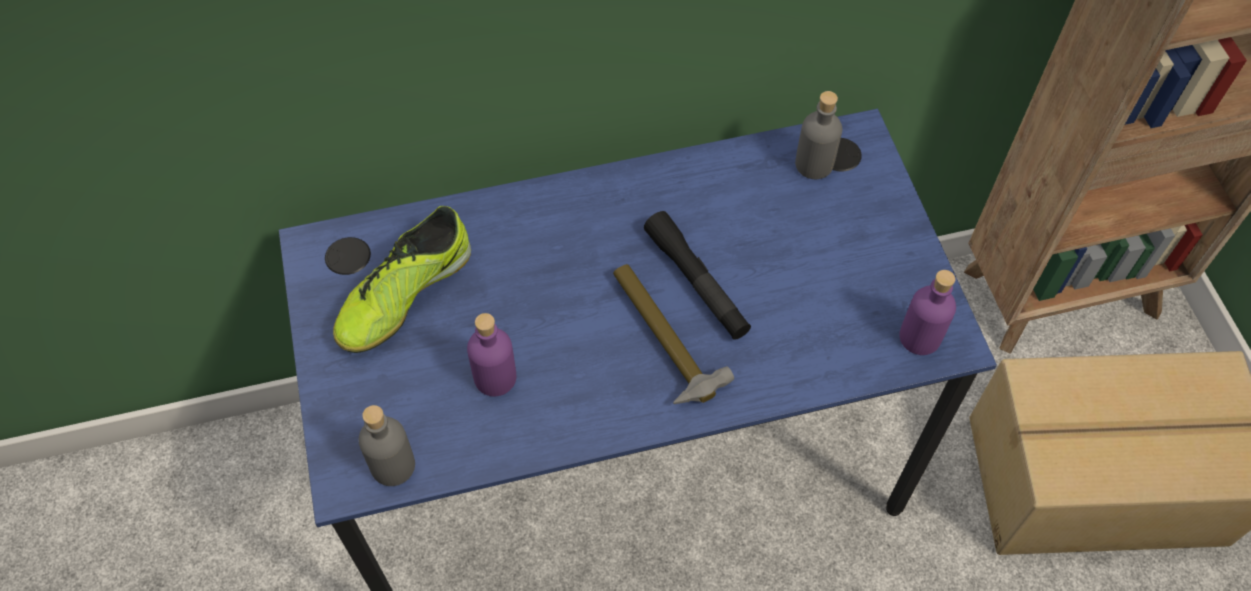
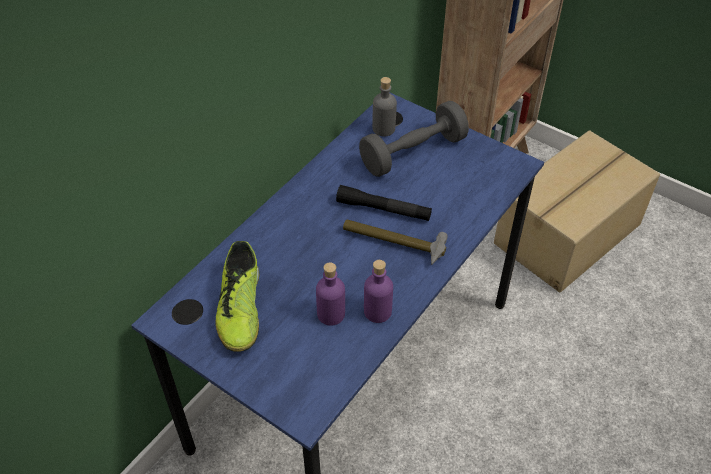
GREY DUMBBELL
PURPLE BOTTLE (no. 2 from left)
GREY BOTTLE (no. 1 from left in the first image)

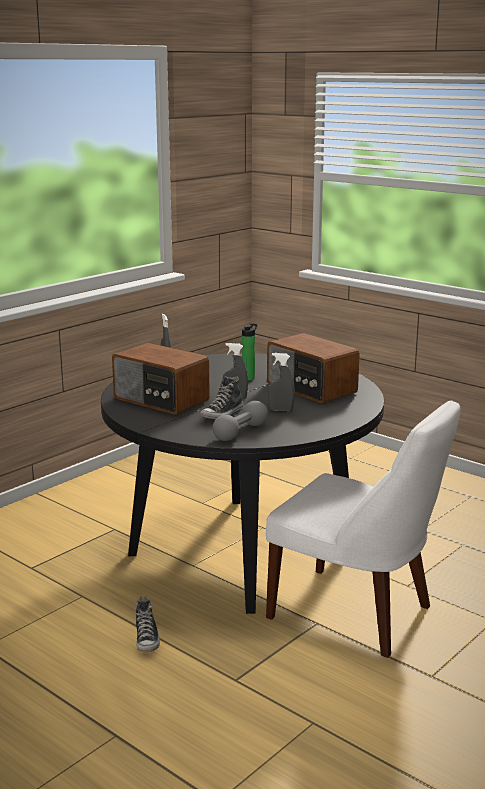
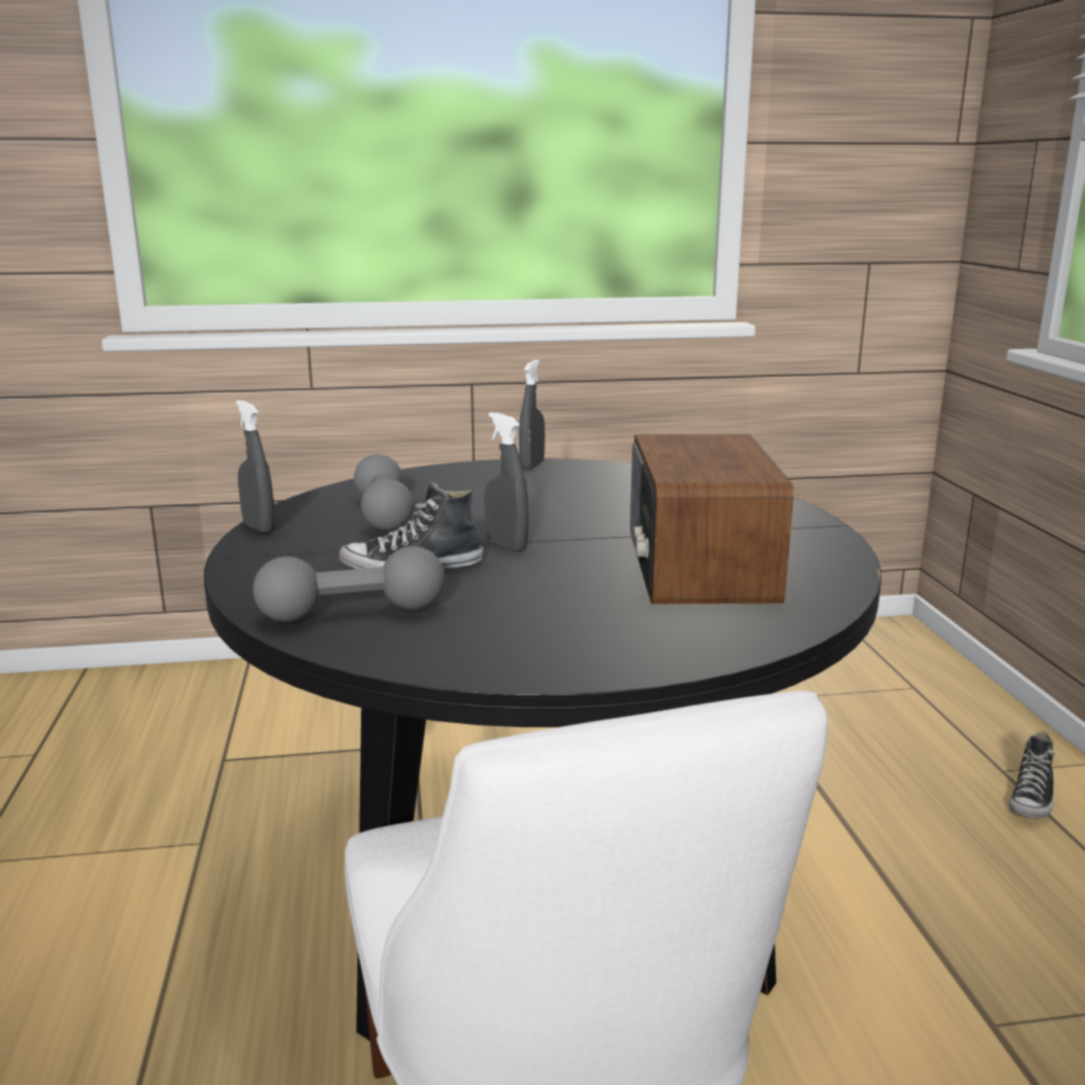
GREY SPRAY BOTTLE (no. 1 from left)
GREY DUMBBELL (no. 2 from left)
SHOE (no. 2 from left)
BOTTLE

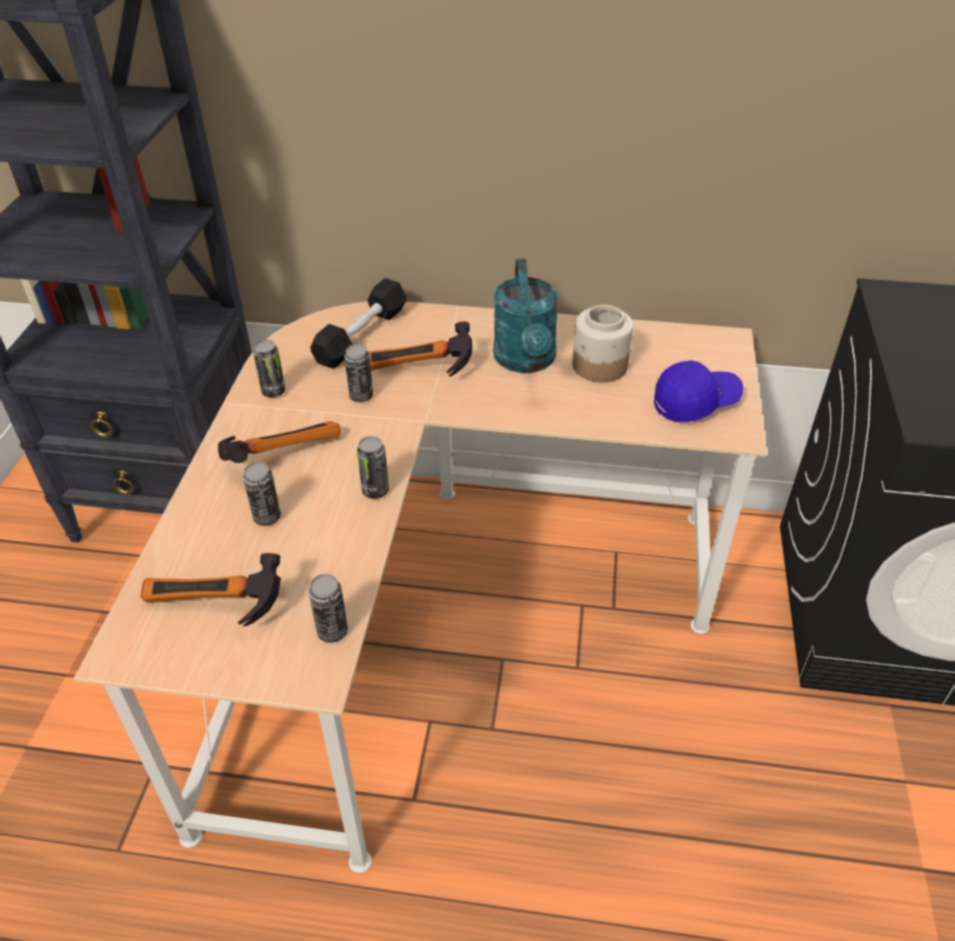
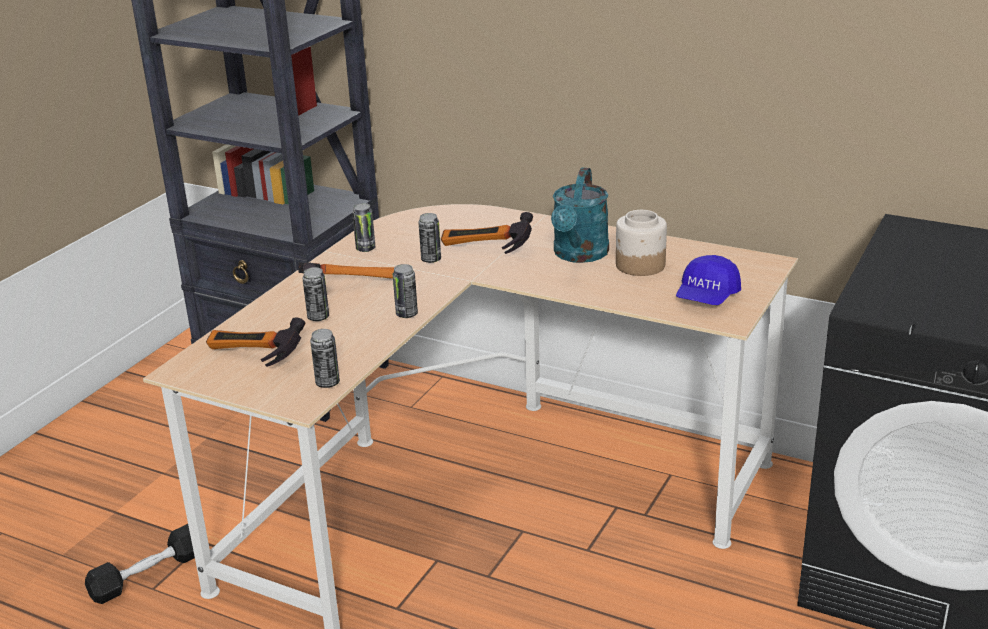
BLACK DUMBBELL
BLUE CAP

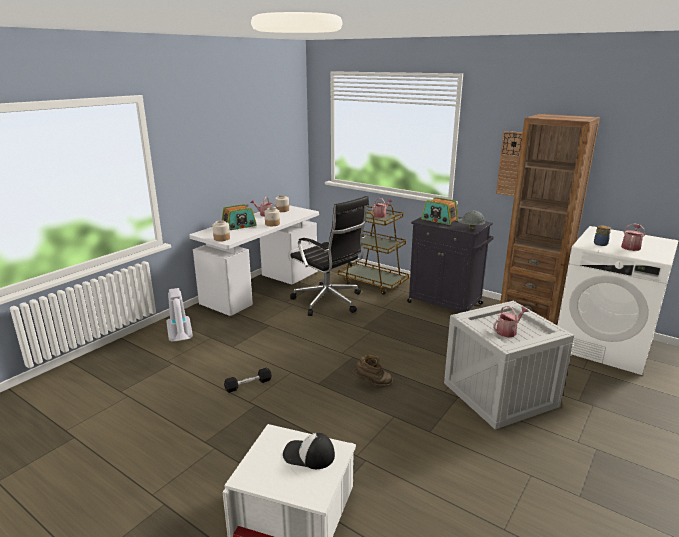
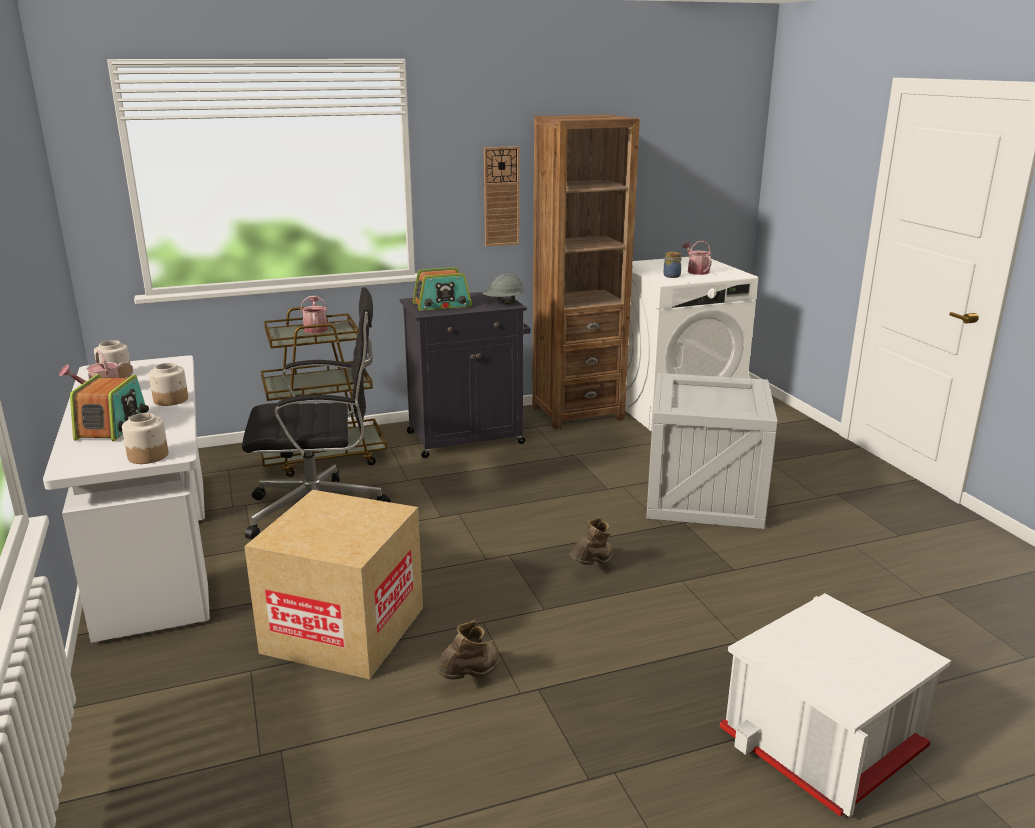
CARDBOARD BOX
BROWN BOOT (no. 1 from left)
VACUUM CLEANER
CAP
WATERING CAN (no. 3 from left in the first image)

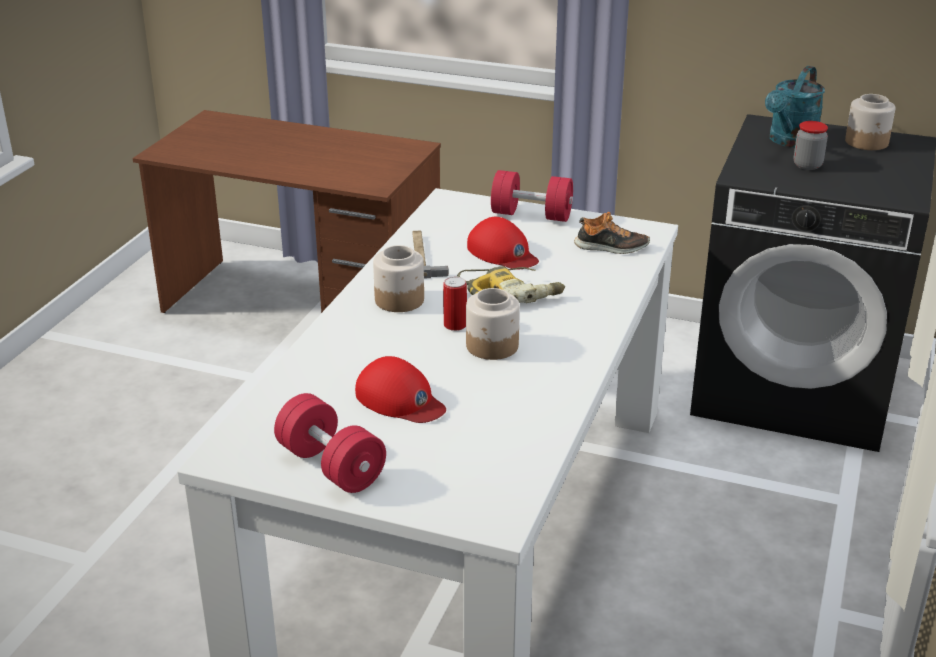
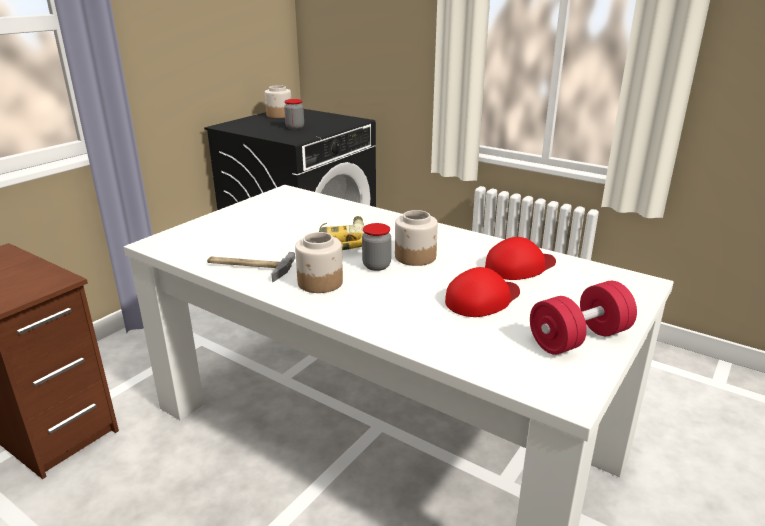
JAR (no. 4 from left)
RED CAP (no. 2 from left)
RED DUMBBELL (no. 2 from left in the first image)
SHOE
TURQUOISE WATERING CAN

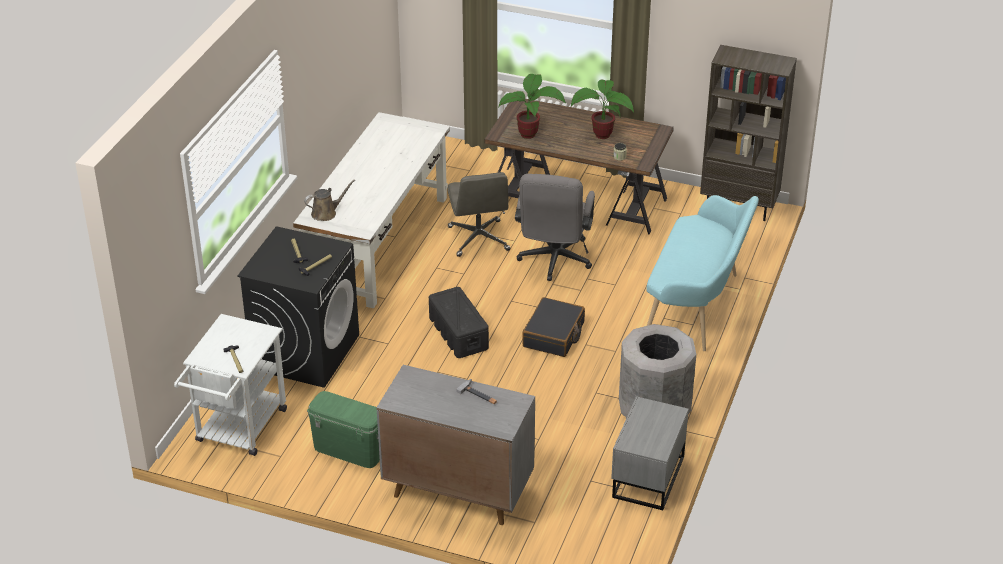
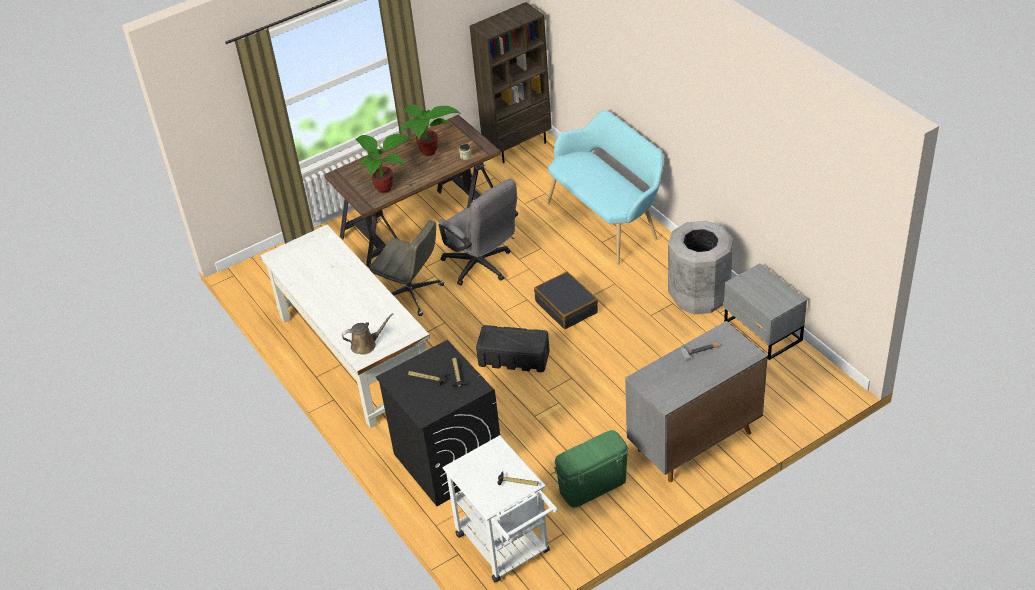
BROWN WATERING CAN

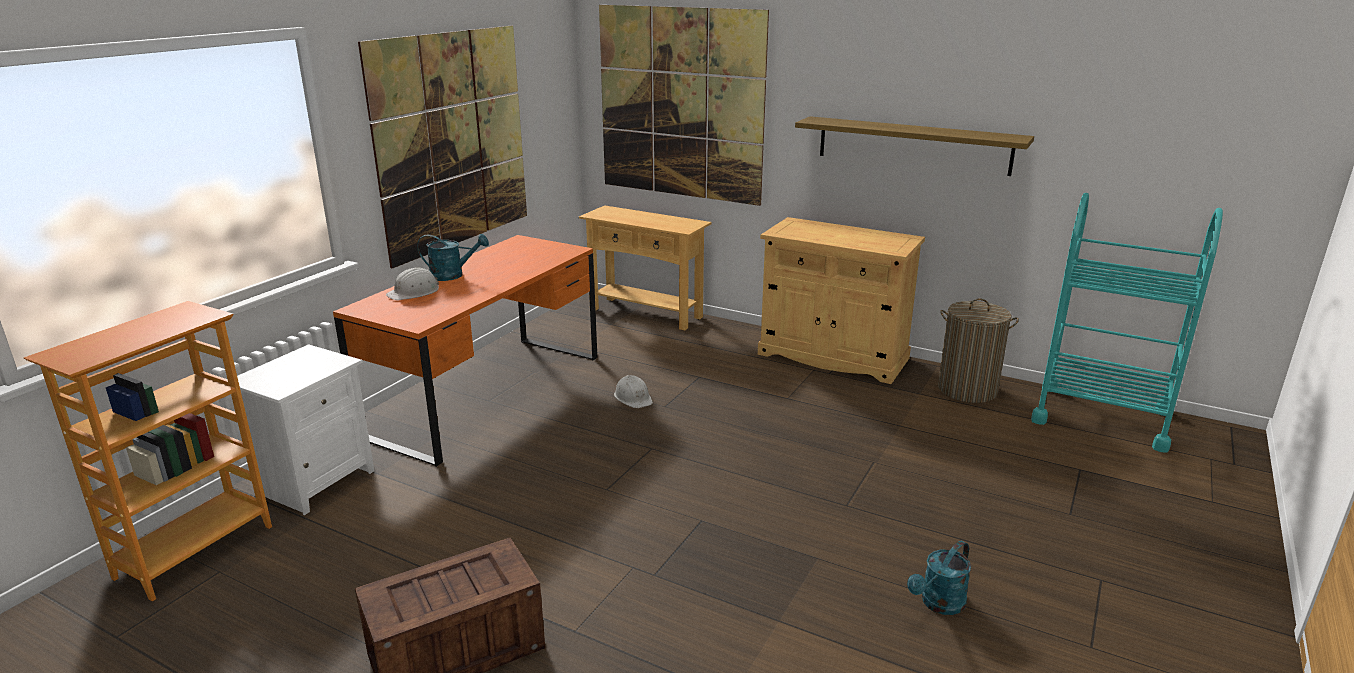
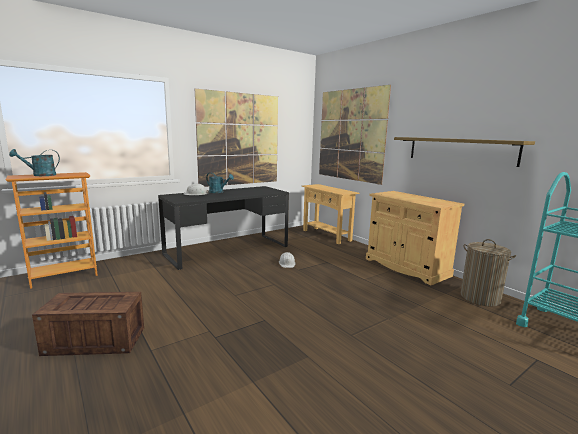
TURQUOISE WATERING CAN (no. 1 from left)
BLACK DESK
WHITE NIGHTSTAND

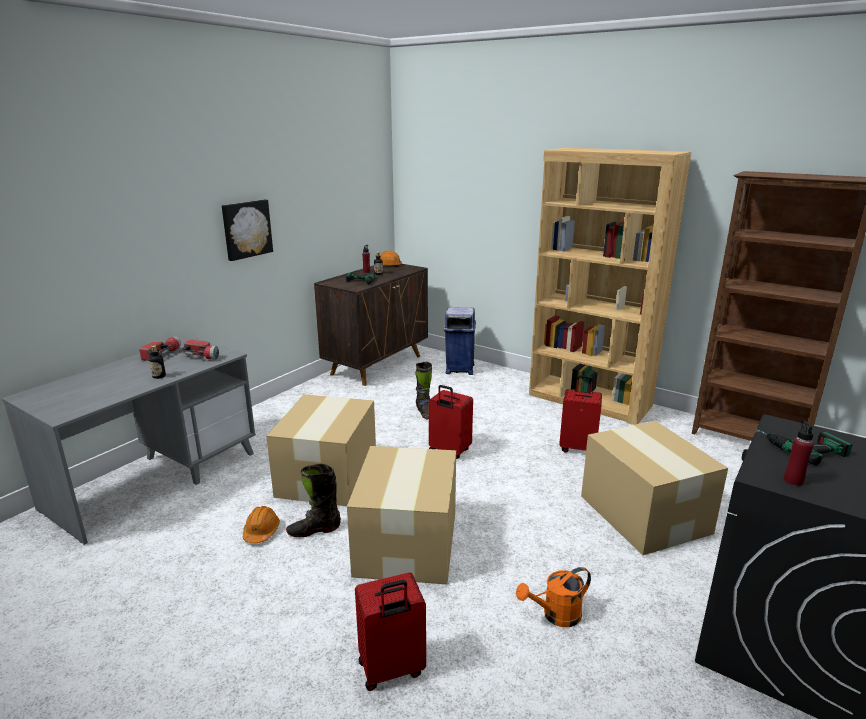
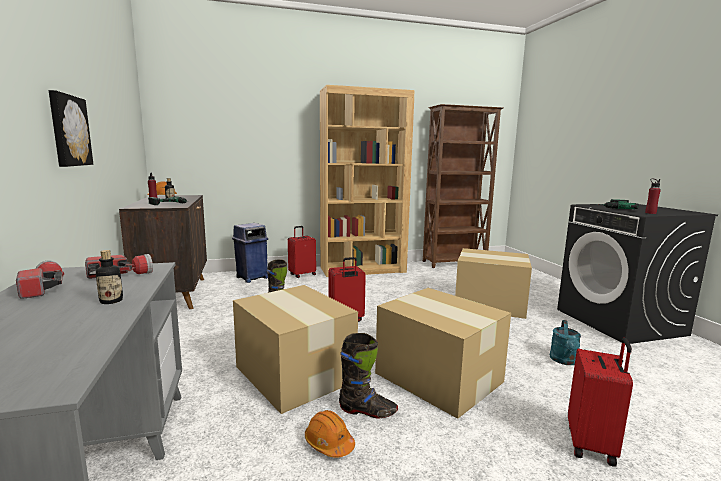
RED SUITCASE (no. 1 from left)
BLACK BOOT (no. 2 from left)
TURQUOISE WATERING CAN

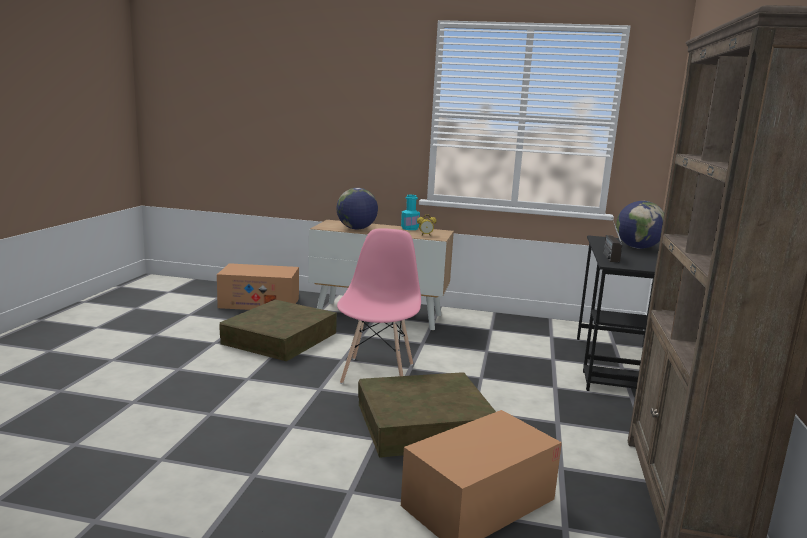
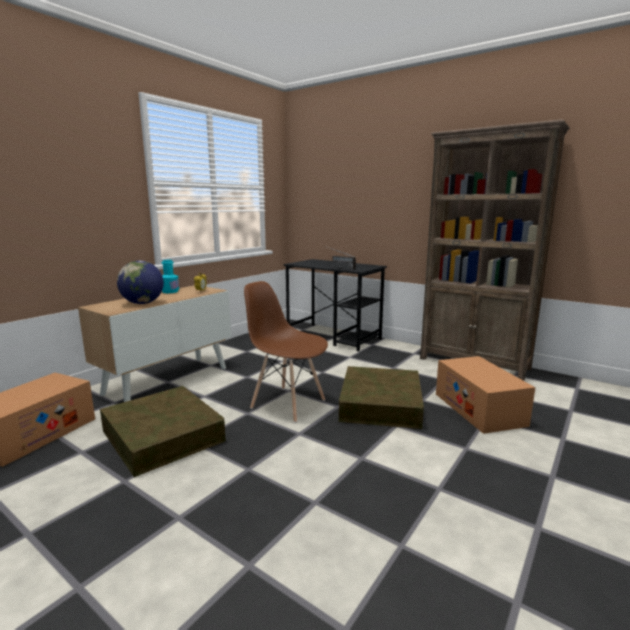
BROWN CHAIR
GLOBE (no. 2 from left in the first image)

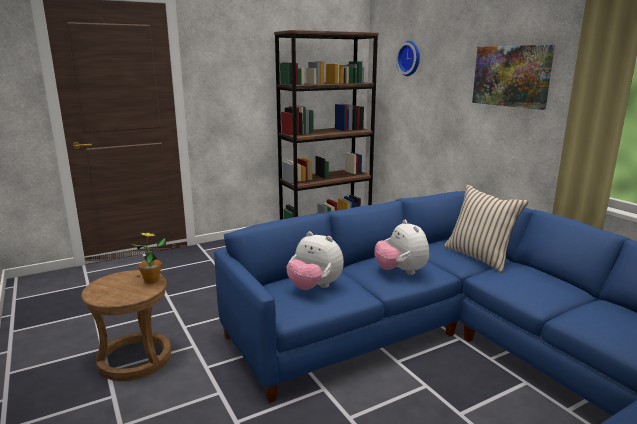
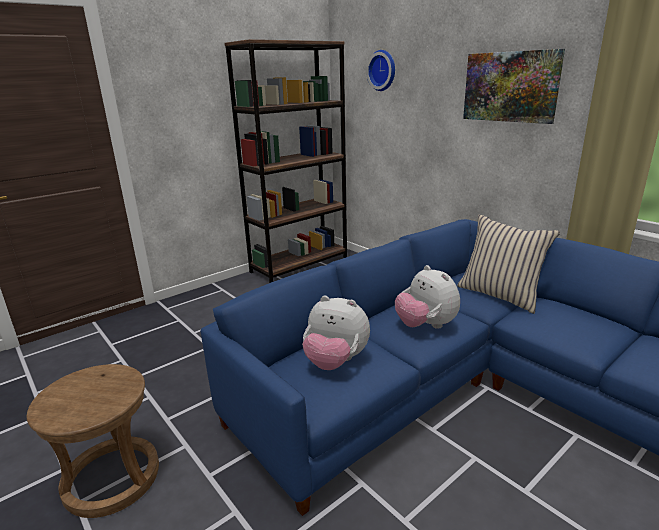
POTTED PLANT

